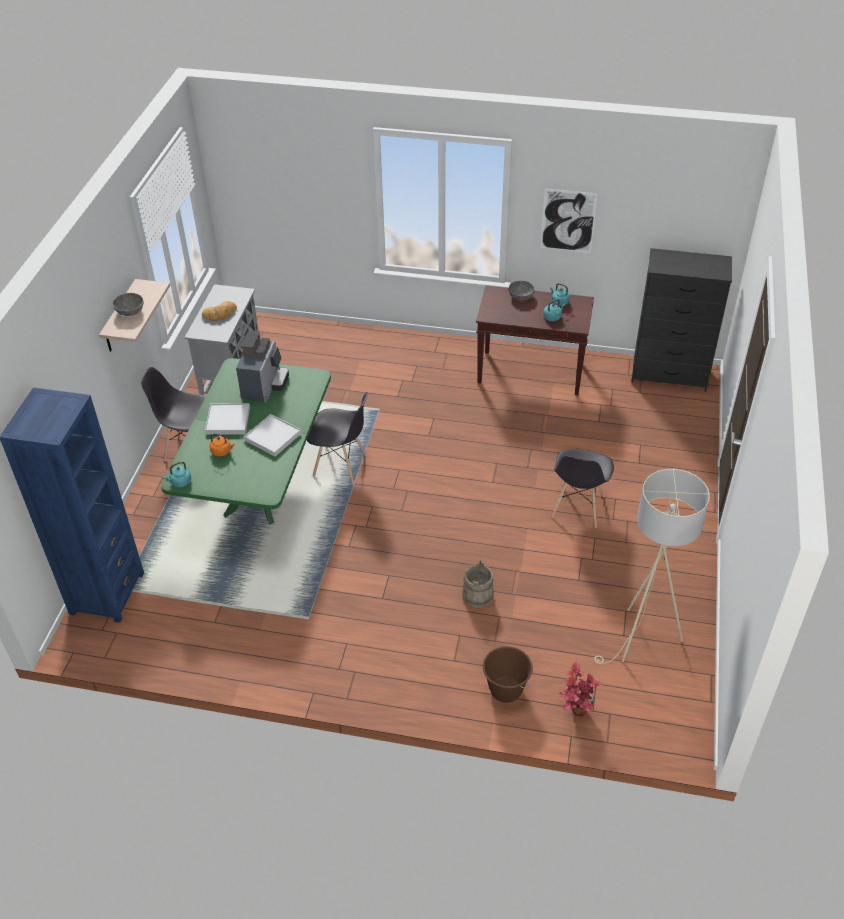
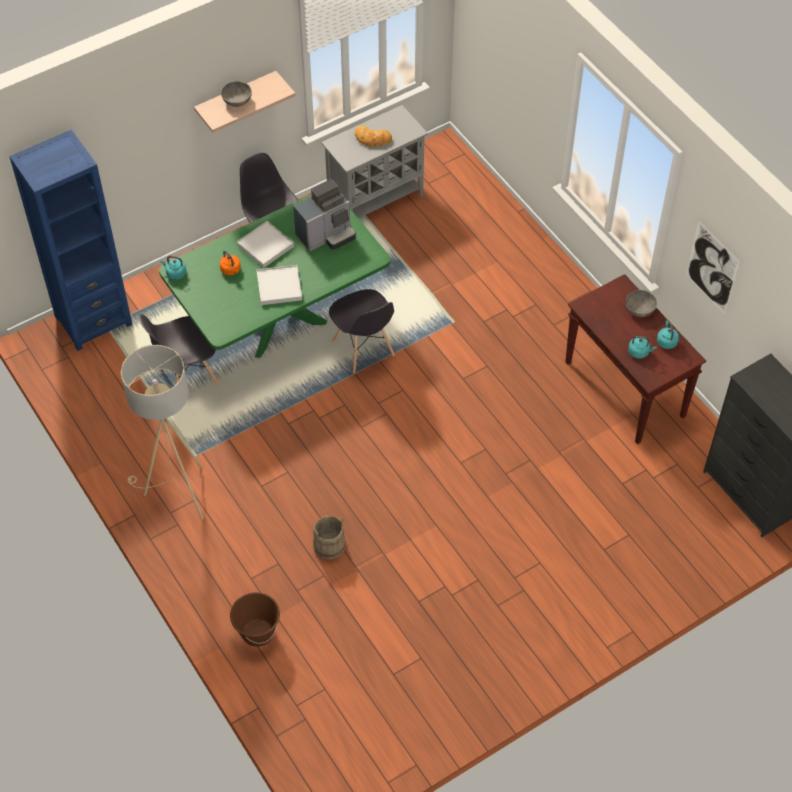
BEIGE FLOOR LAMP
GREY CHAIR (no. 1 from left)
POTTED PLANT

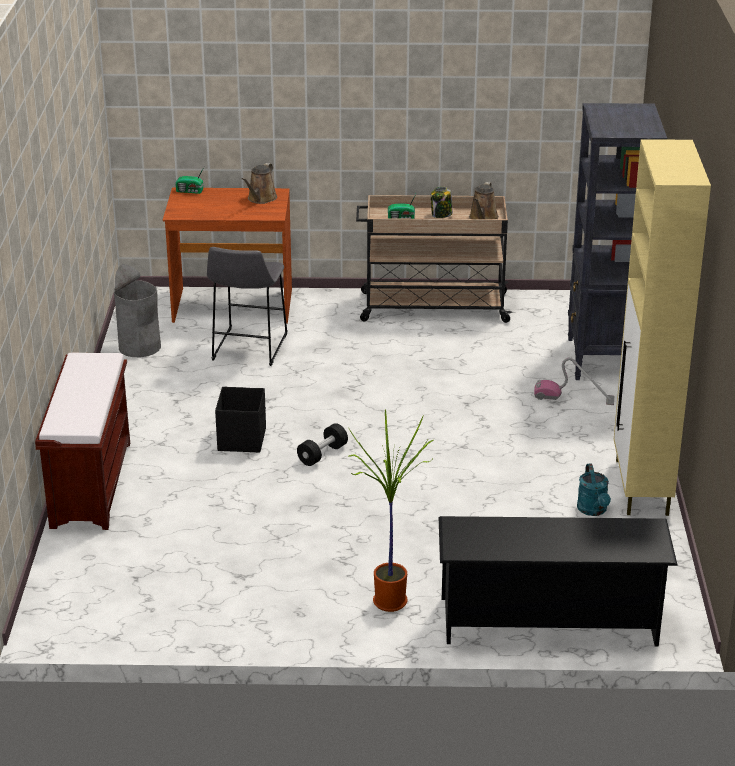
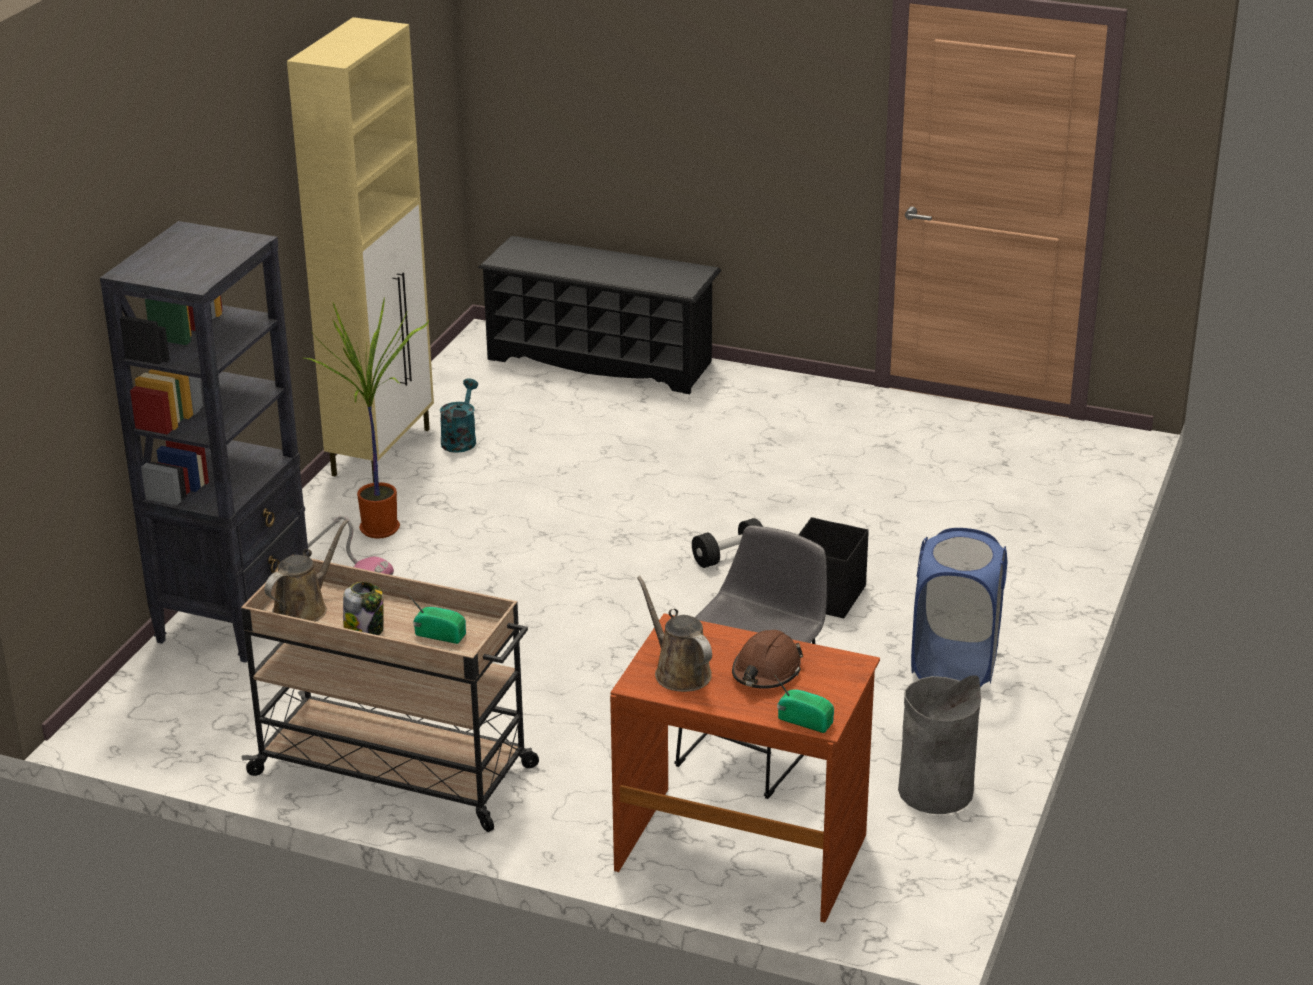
POTTED PLANT
BROWN WATERING CAN (no. 2 from left)
BROWN HARD HAT
BLUE LAUNDRY BASKET
BROWN BENCH

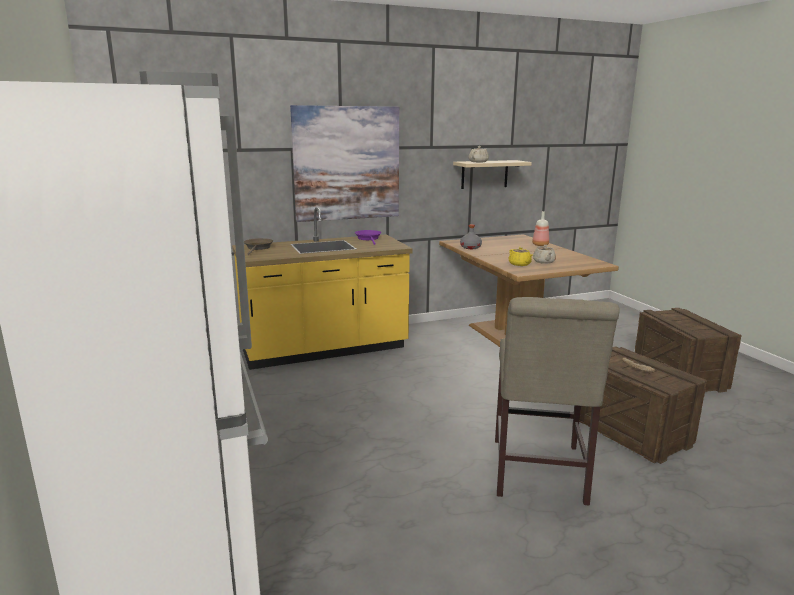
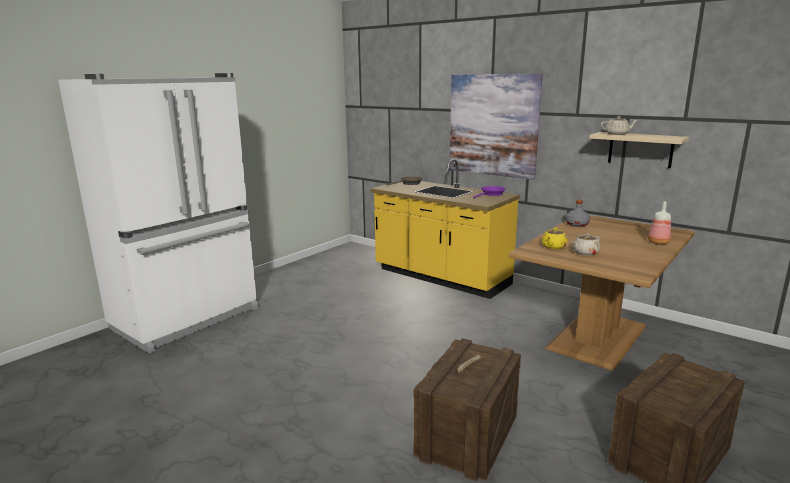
BEIGE CHAIR

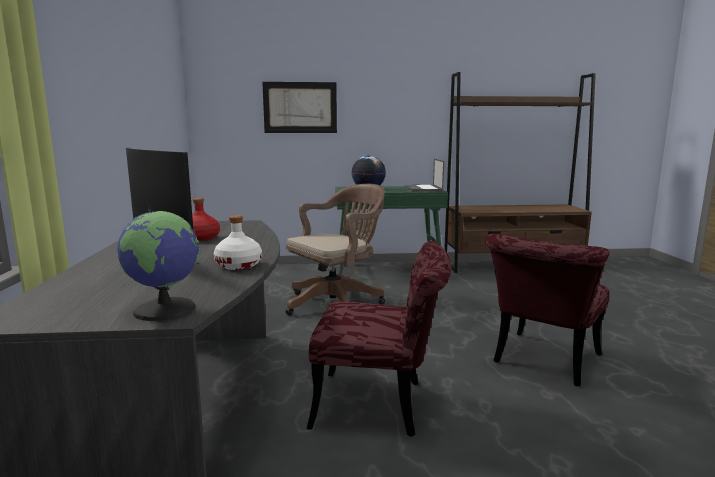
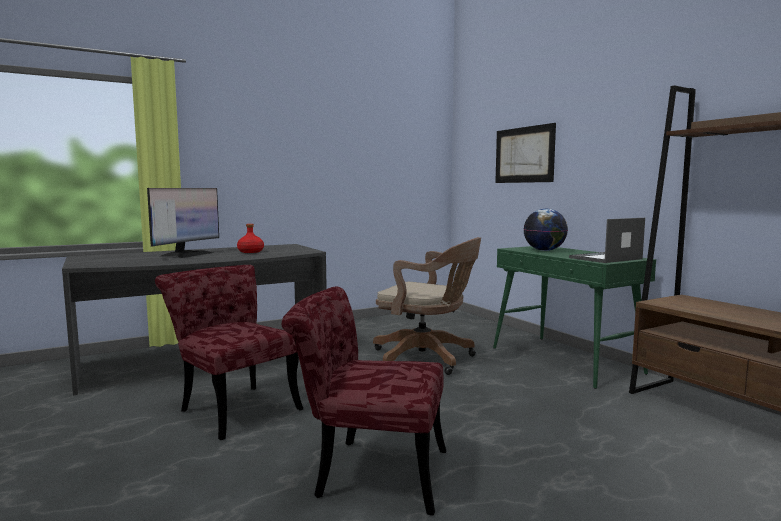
RED CHAIR (no. 1 from left)
GLOBE (no. 1 from left in the first image)
WHITE BOTTLE

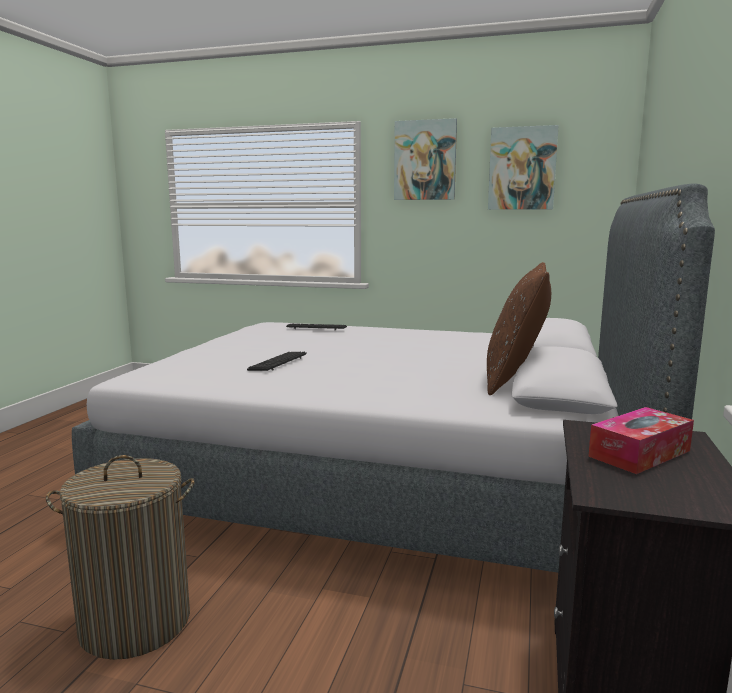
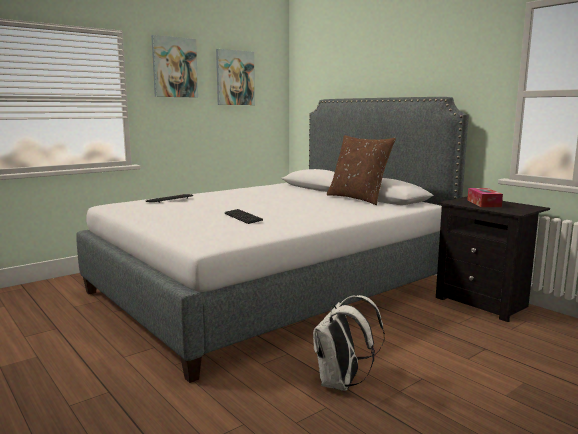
WHITE BACKPACK

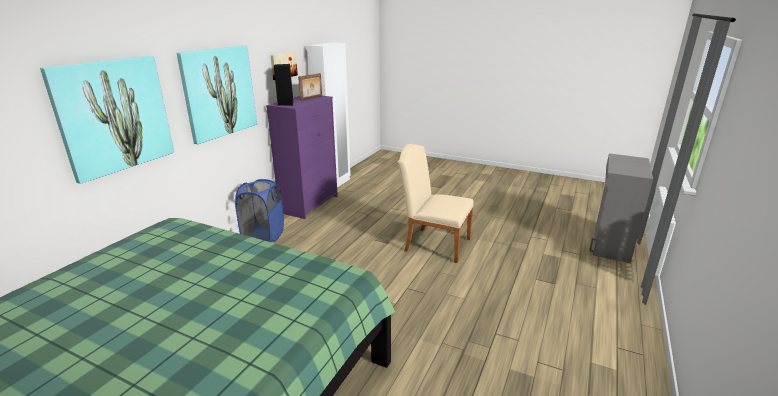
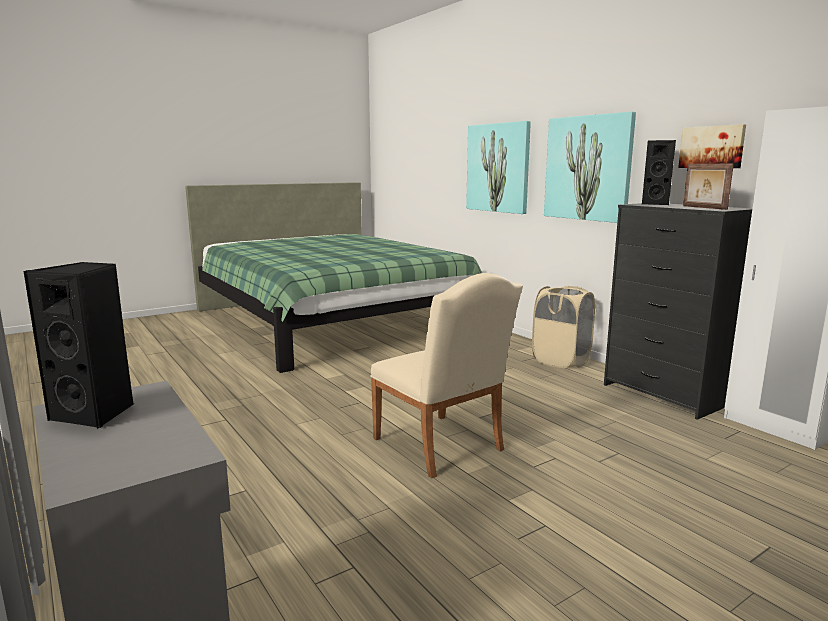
BLACK SPEAKER (no. 1 from left)
BEIGE CHAIR
BEIGE LAUNDRY BASKET
BLACK DRESSER

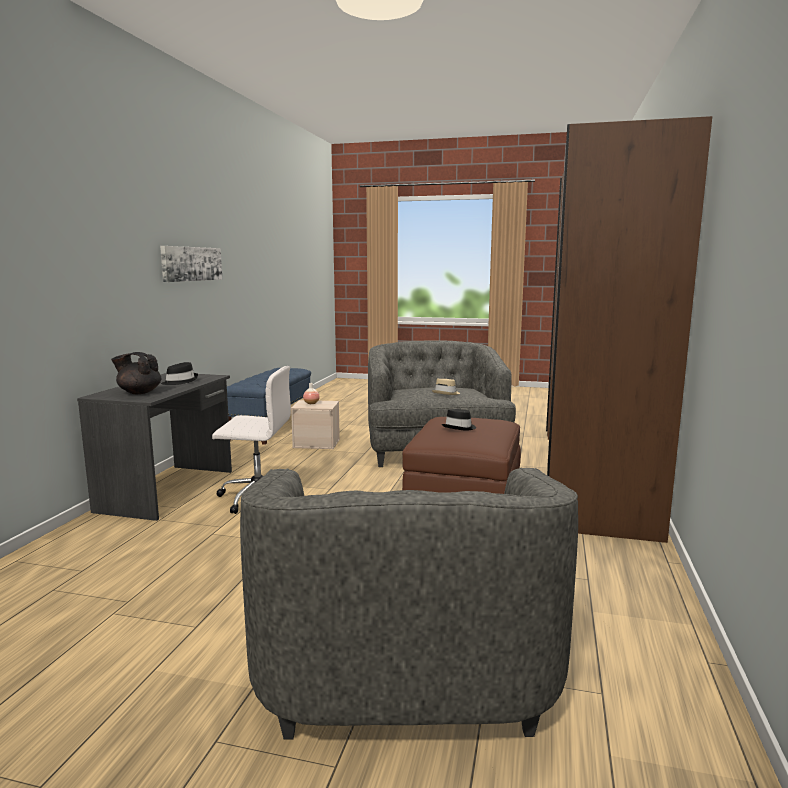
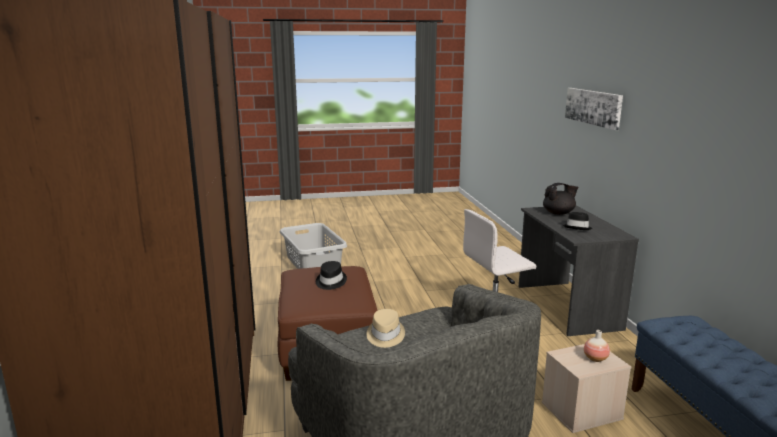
GREY LAUNDRY BASKET
PICTURE

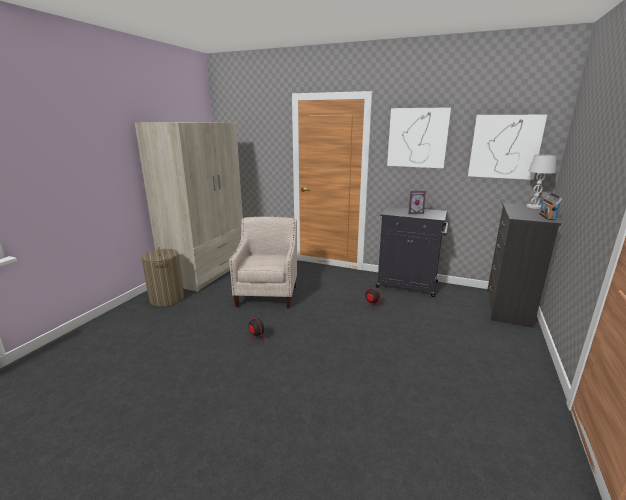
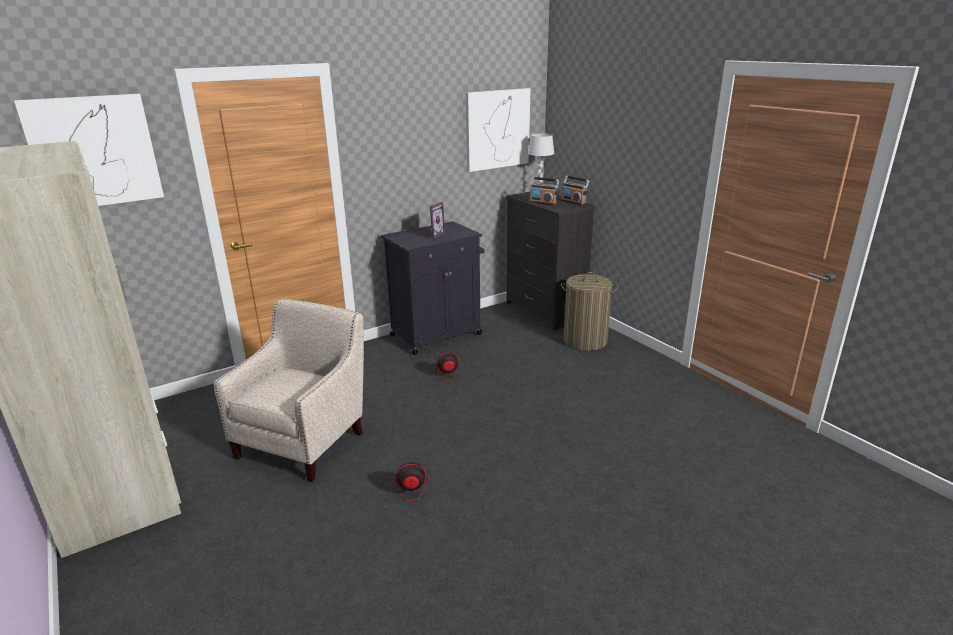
PICTURE (no. 1 from left)
BEIGE ARMCHAIR
RADIO (no. 1 from left)
LAUNDRY BASKET

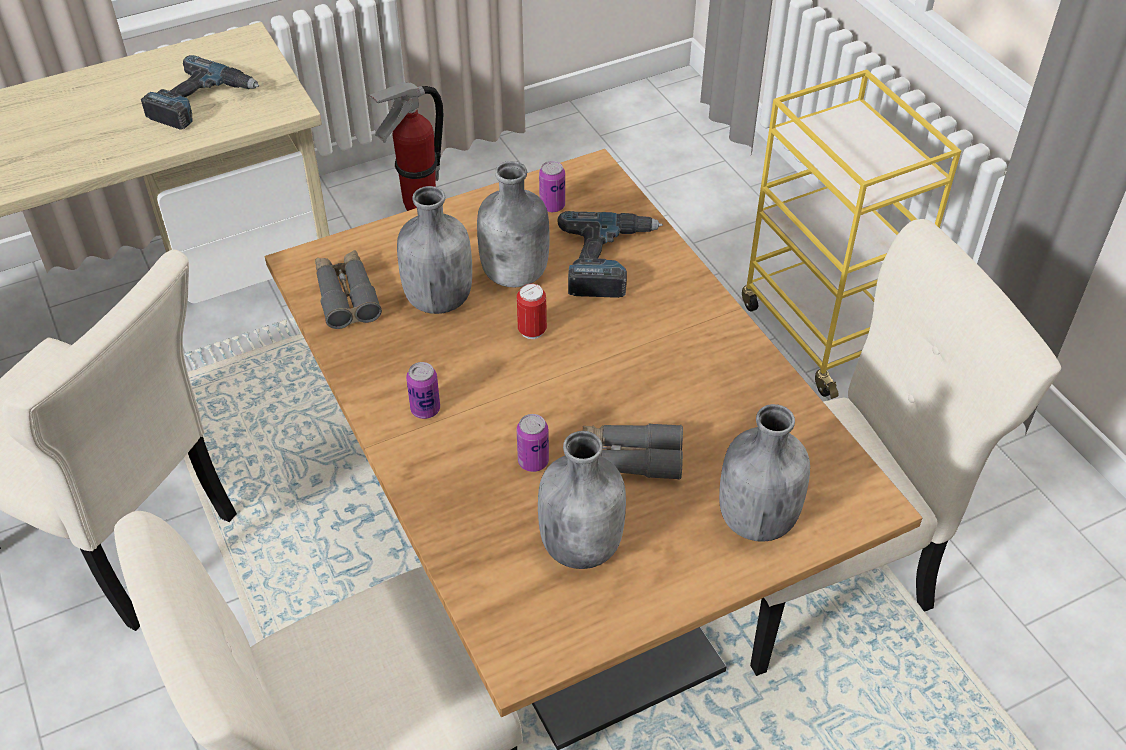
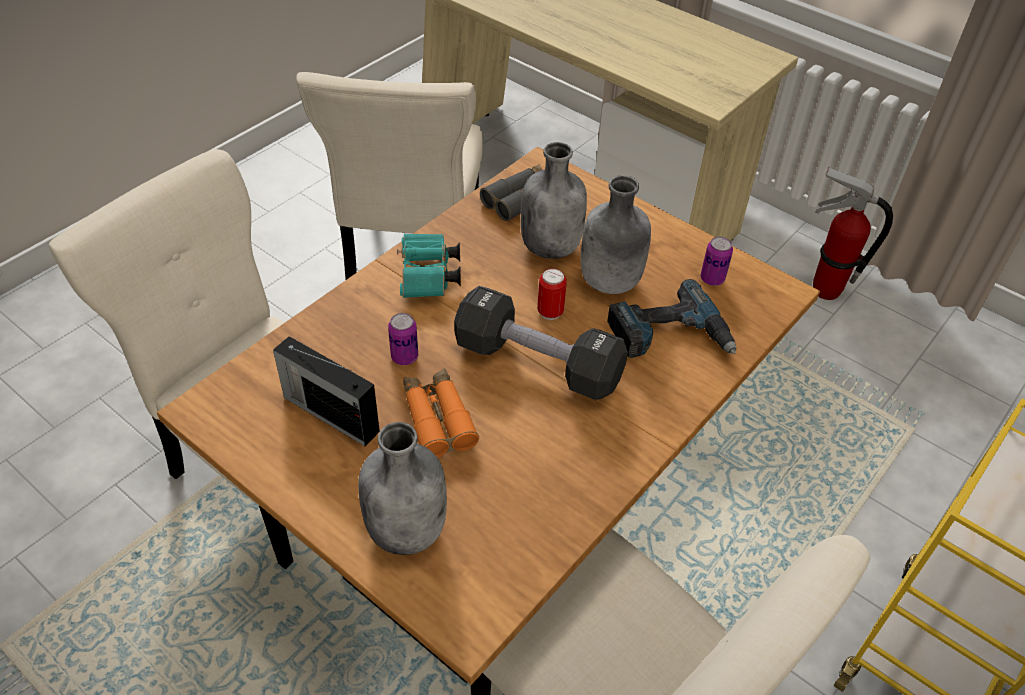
RADIO
TURQUOISE BINOCULARS
ORANGE BINOCULARS
BLACK DUMBBELL
POWER DRILL (no. 1 from left in the first image)

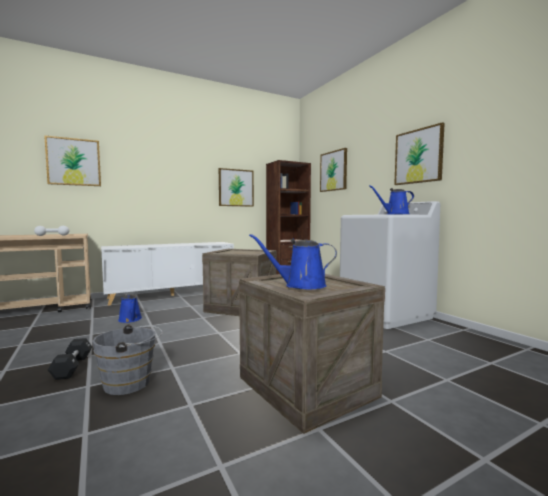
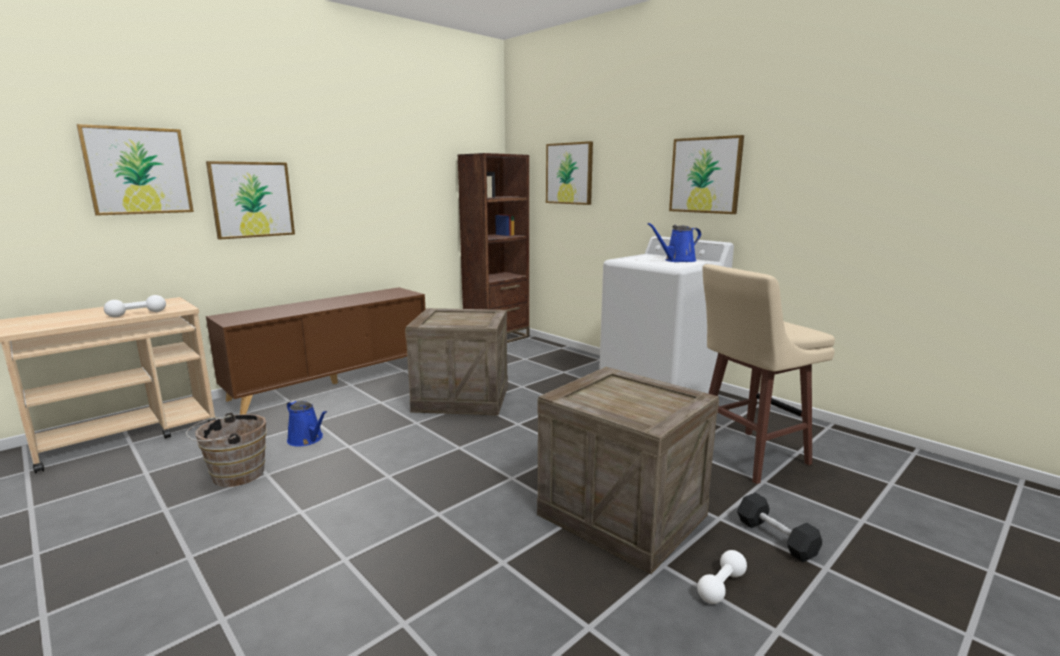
BROWN BUCKET
PICTURE (no. 2 from left)
BROWN CABINET
WHITE DUMBBELL (no. 2 from left)
BEIGE STOOL
BLACK DUMBBELL
GREY BUCKET
BLUE WATERING CAN (no. 2 from left in the first image)

